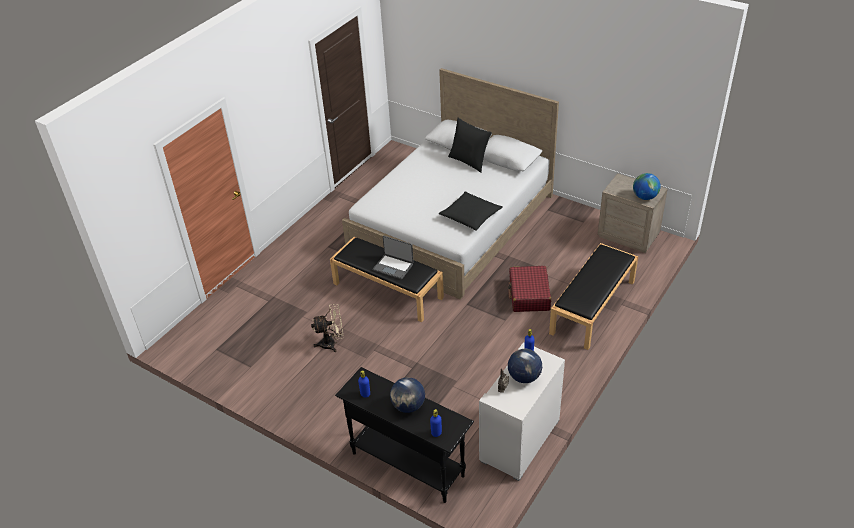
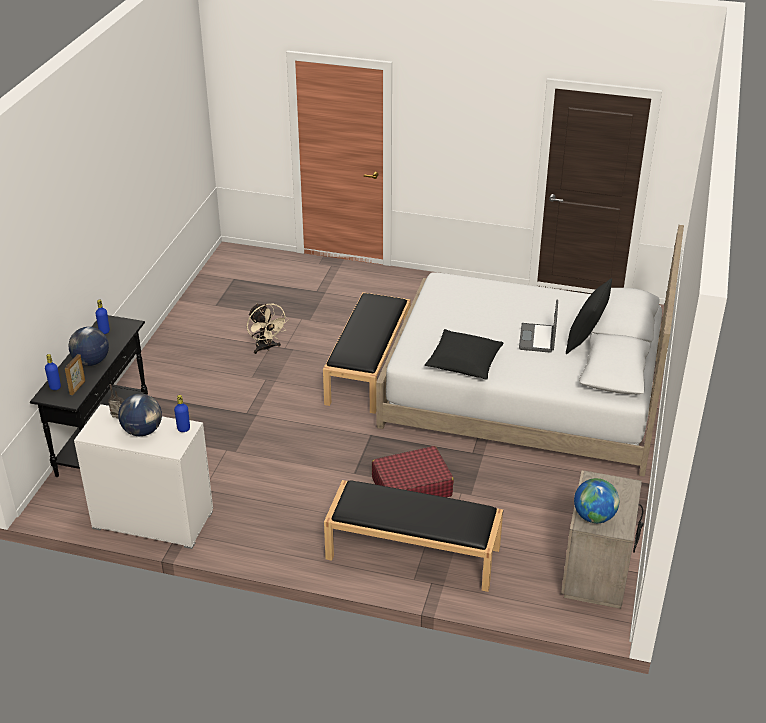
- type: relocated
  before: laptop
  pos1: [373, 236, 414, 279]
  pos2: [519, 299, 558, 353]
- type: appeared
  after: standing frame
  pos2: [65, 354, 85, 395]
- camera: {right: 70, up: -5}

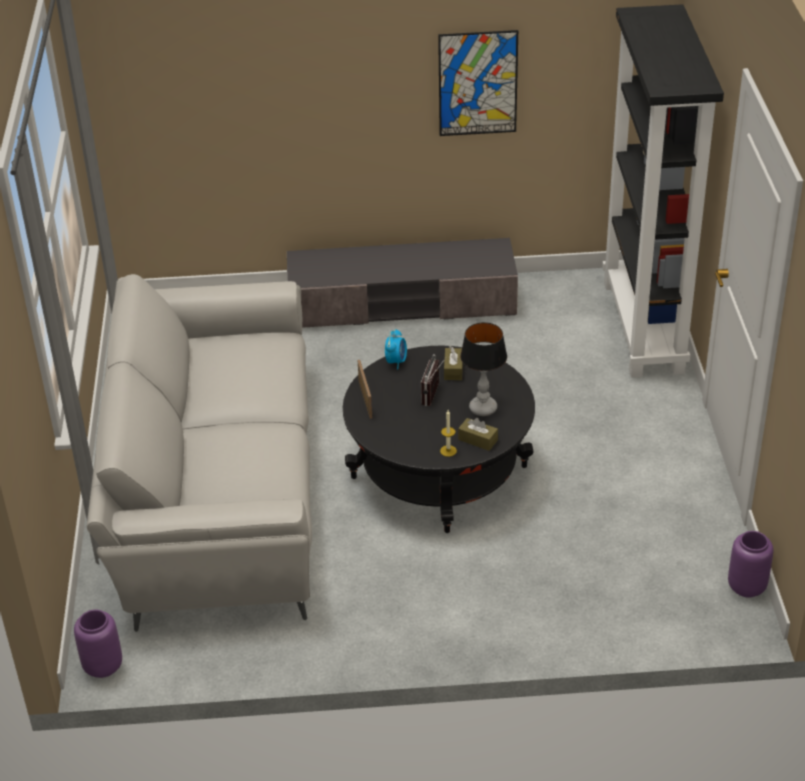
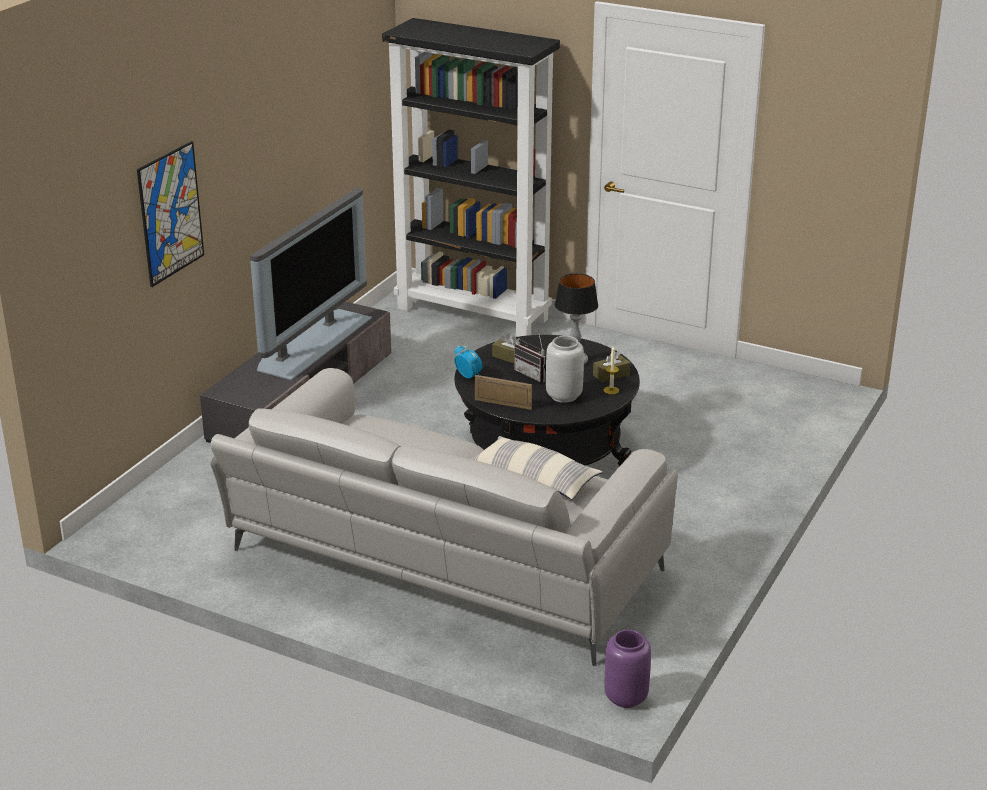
- type: relocated
  before: wall picture
  pos1: [438, 30, 518, 136]
  pos2: [137, 141, 204, 287]
- type: missing
  before: decorative vase in purple-coloured
  pos1: [728, 531, 773, 598]
- type: appeared
  after: television
  pos2: [250, 187, 372, 380]
- type: appeared
  after: decorative vase in grey
  pos2: [546, 336, 584, 403]
- type: appeared
  after: cushion
  pos2: [472, 436, 603, 500]
- camera: {right: -60, up: -10}

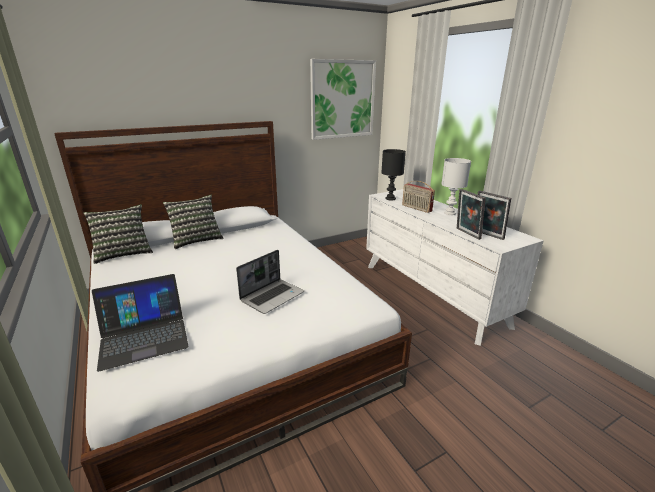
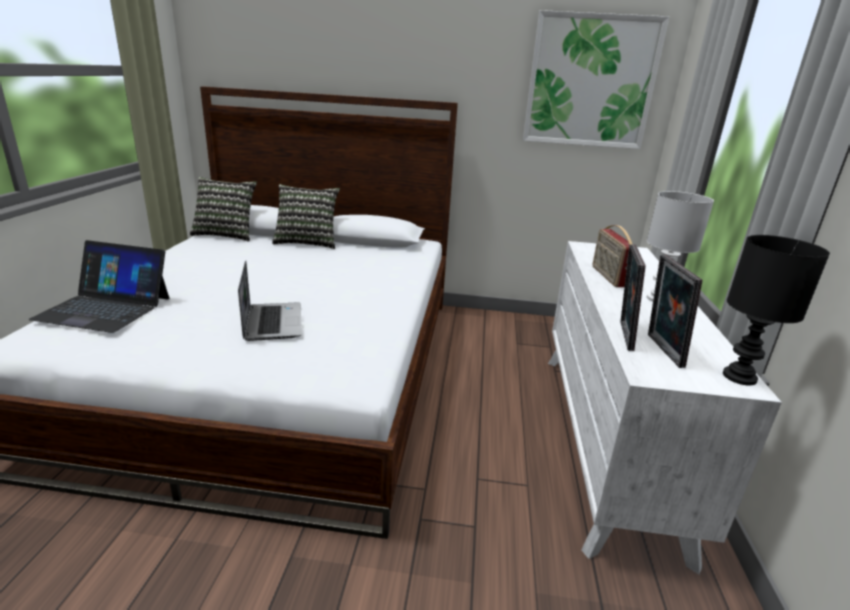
- type: relocated
  before: tabletop lamp in black
  pos1: [381, 149, 406, 201]
  pos2: [723, 235, 830, 386]
- type: spun
  before: laptop
  pos1: [236, 250, 304, 314]
  pos2: [238, 260, 302, 341]
  turn: -90
- camera: {right: 35, up: 0}

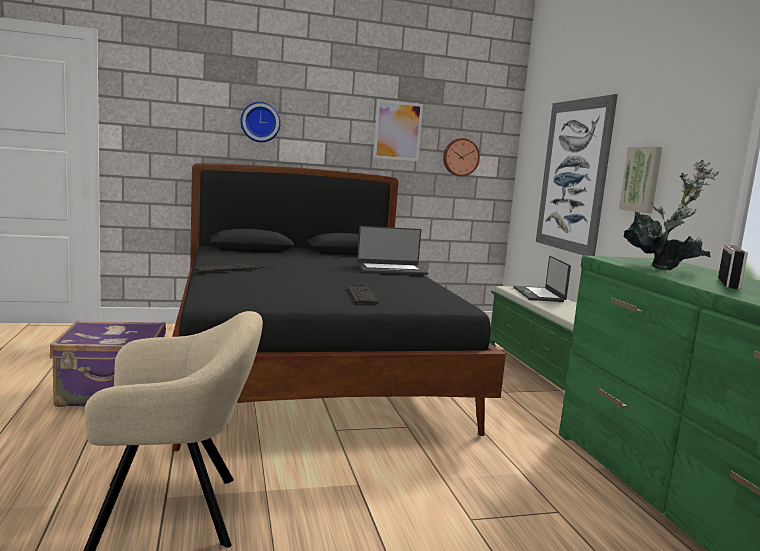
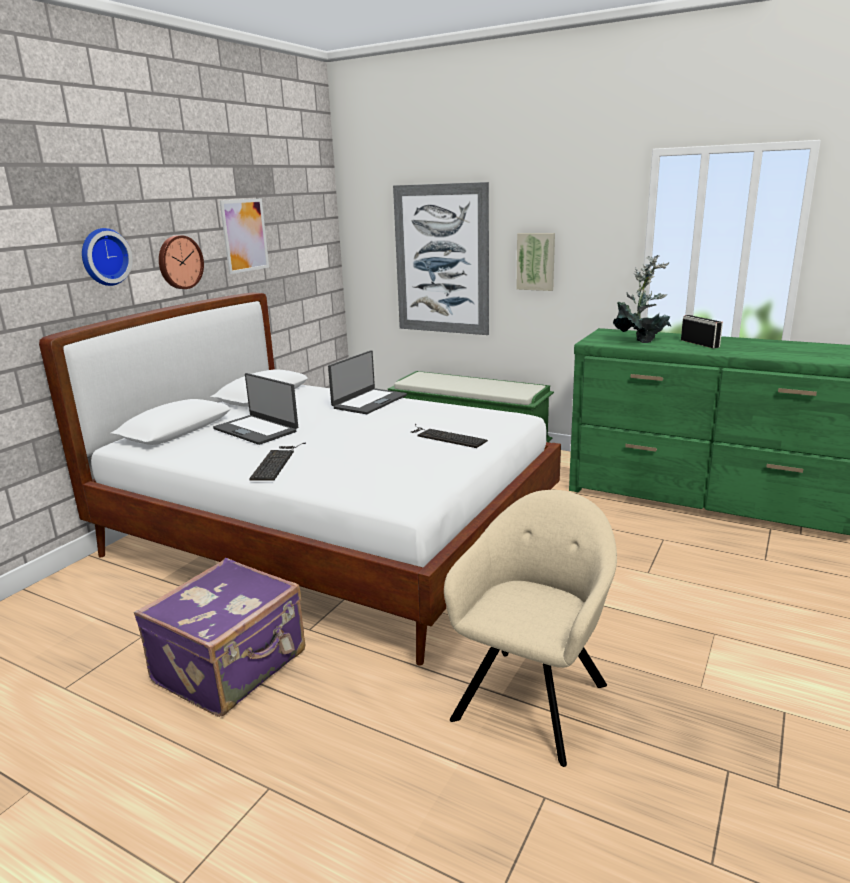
- type: relocated
  before: clock on the wall
  pos1: [443, 138, 480, 176]
  pos2: [159, 235, 204, 289]
- type: colour
  before: sleeping bed in black
  after: sleeping bed in whitish
  pos1: [172, 163, 506, 451]
  pos2: [39, 293, 561, 666]
- type: relocated
  before: laptop
  pos1: [514, 256, 571, 302]
  pos2: [213, 373, 298, 445]
- camera: {right: -45, up: 10}

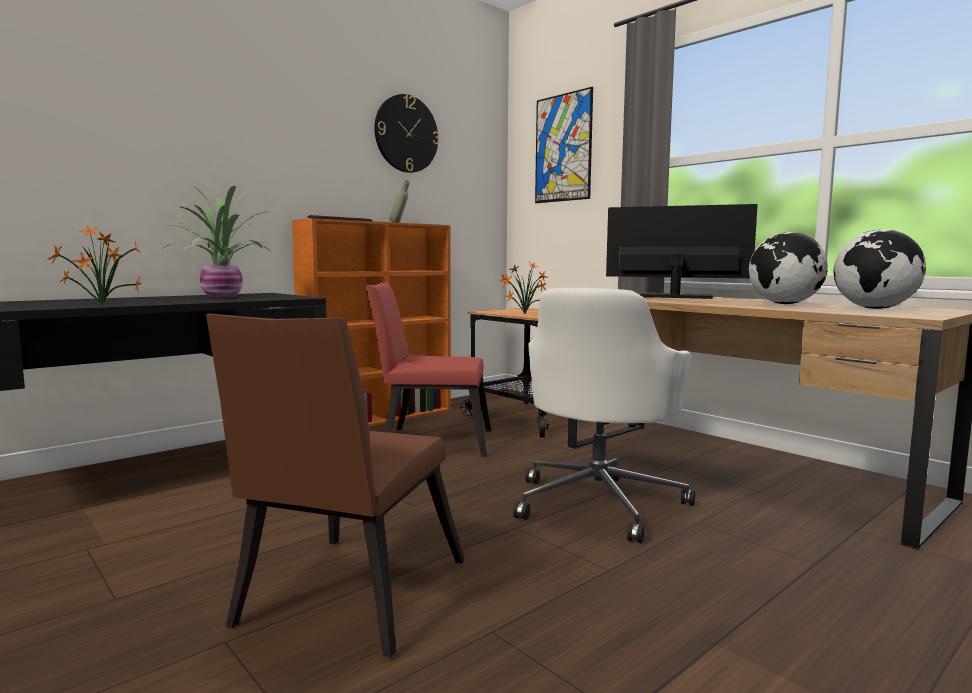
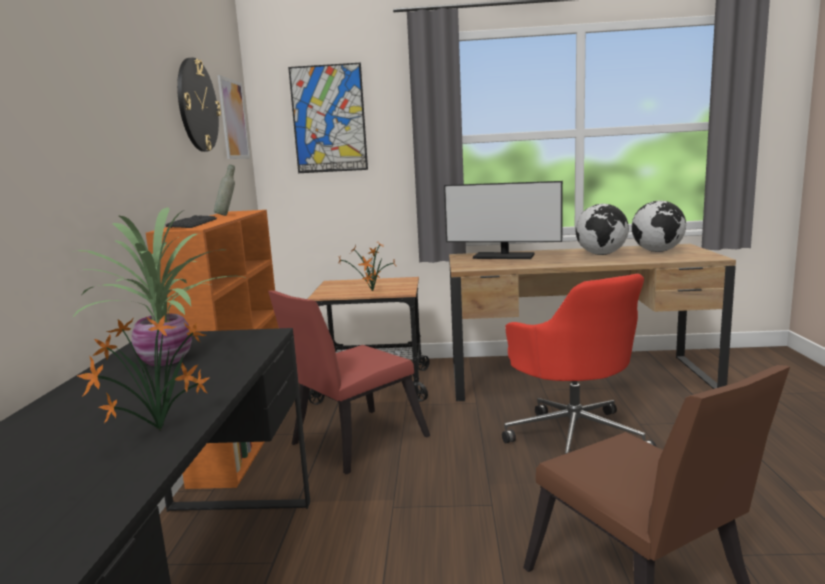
- type: spun
  before: computer display
  pos1: [606, 204, 758, 299]
  pos2: [444, 181, 563, 259]
  turn: -135
- type: colour
  before: computer chair in whitish
  after: computer chair in red
  pos1: [513, 288, 695, 543]
  pos2: [502, 274, 656, 454]
- type: appeared
  after: wall picture
  pos2: [218, 75, 250, 159]
- camera: {right: -45, up: 5}

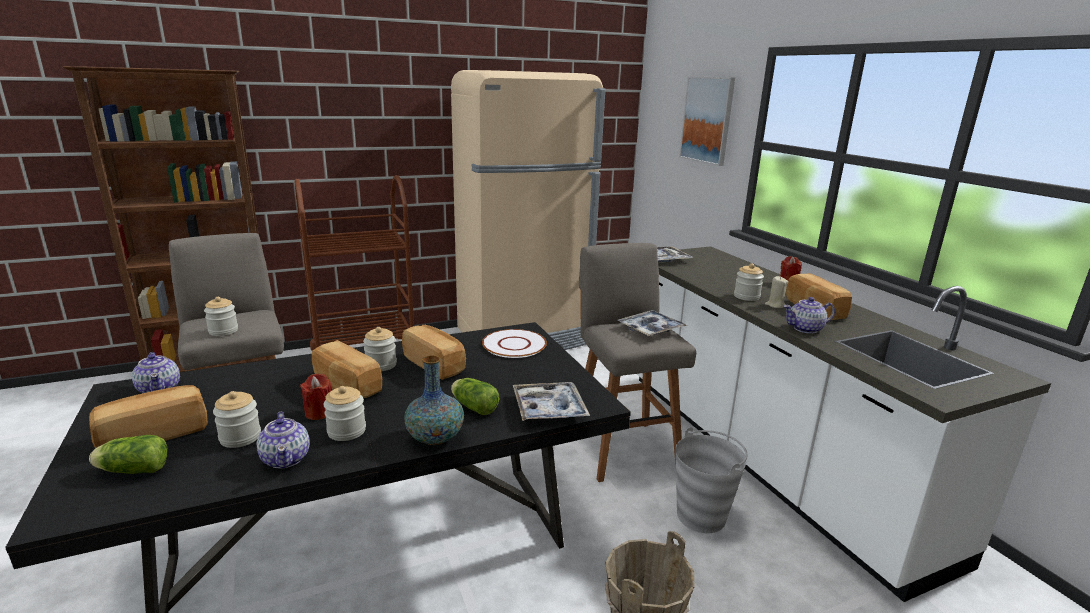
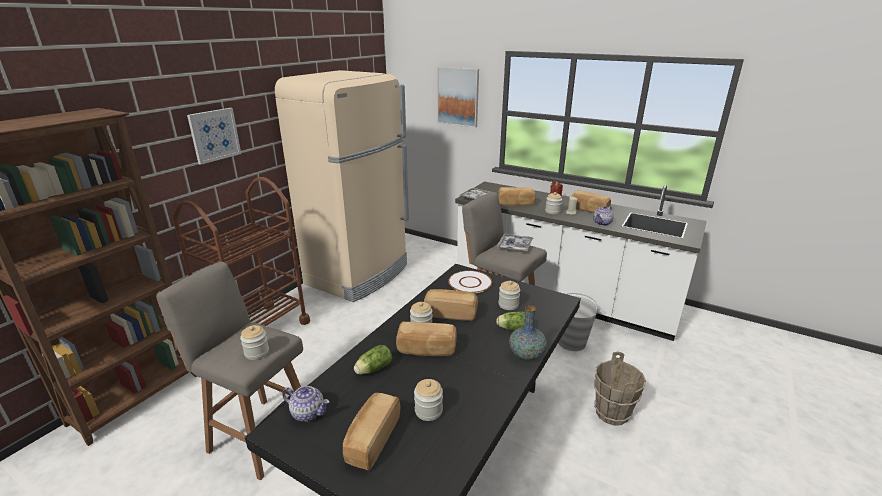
- type: missing
  before: candle in red
  pos1: [300, 373, 332, 420]
- type: missing
  before: tray
  pos1: [513, 382, 590, 421]
- type: relocated
  before: jar
  pos1: [323, 386, 366, 441]
  pos2: [498, 281, 520, 310]
- type: missing
  before: teapot
  pos1: [257, 412, 310, 469]
- type: relocated
  before: lettuce head
  pos1: [89, 435, 168, 474]
  pos2: [354, 345, 392, 375]
- type: appeared
  after: wall picture
  pos2: [187, 108, 241, 165]
- type: appeared
  after: bakery bread
  pos2: [498, 187, 536, 206]
- camera: {right: -35, up: 5}

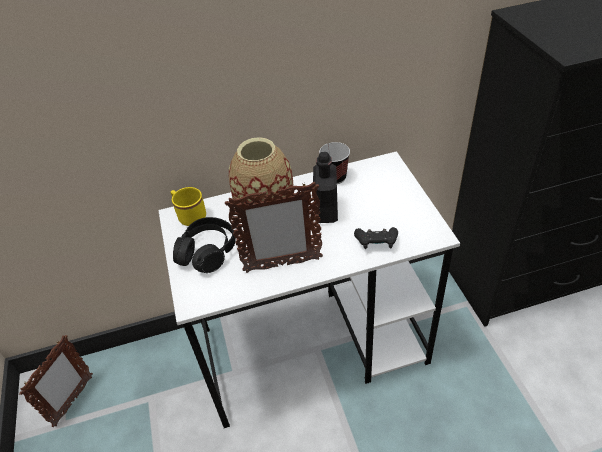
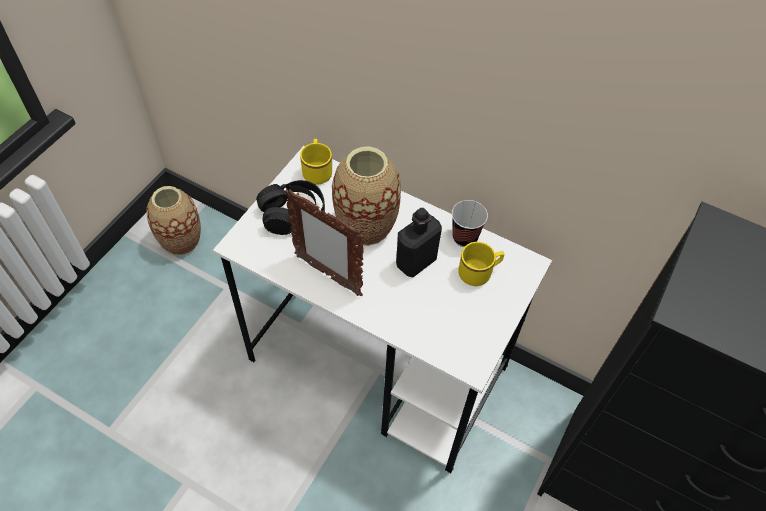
- type: missing
  before: joypad in black
  pos1: [354, 227, 398, 249]
- type: exchanged
  before: standing frame
  after: decorative vase
  pos1: [19, 335, 93, 427]
  pos2: [146, 186, 201, 255]
- type: appeared
  after: coffee mug in yellow
  pos2: [458, 242, 504, 286]
- camera: {right: 40, up: 10}

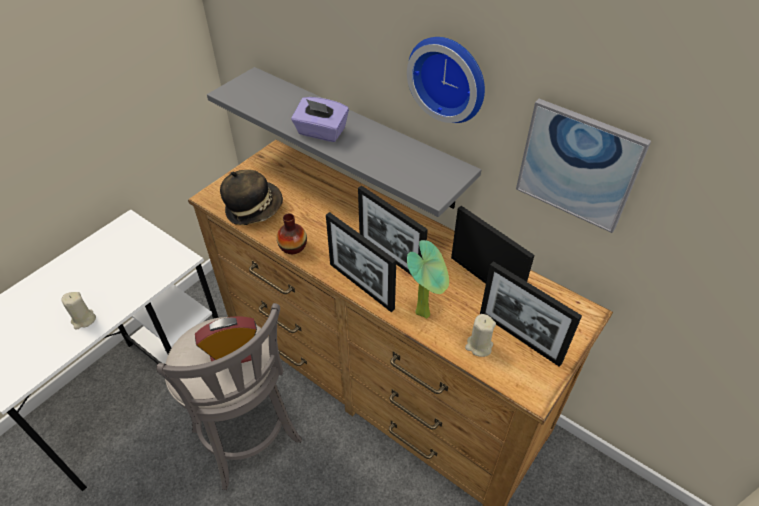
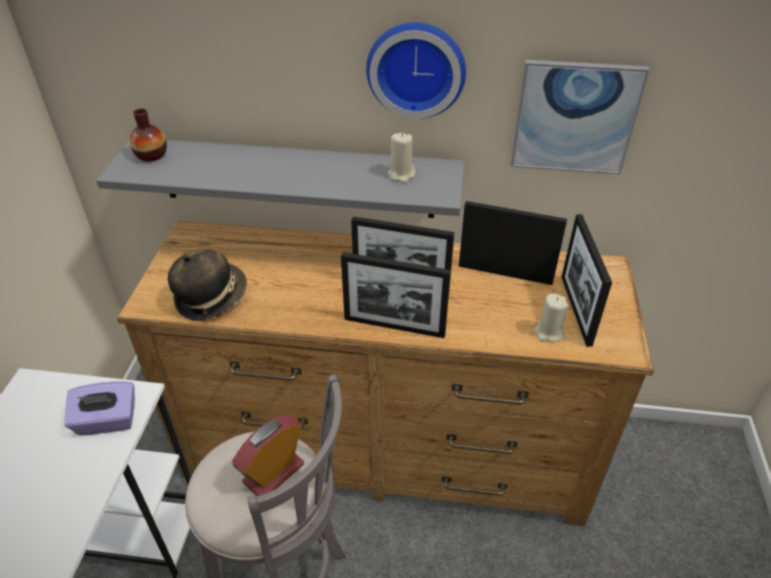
- type: relocated
  before: box of tissues in purple-coloured
  pos1: [291, 97, 349, 142]
  pos2: [64, 381, 135, 436]
- type: relocated
  before: decorative vase
  pos1: [277, 213, 307, 254]
  pos2: [130, 109, 167, 162]
- type: missing
  before: plant in a pot
  pos1: [407, 240, 449, 319]
- type: spun
  before: standing frame
  pos1: [480, 261, 582, 367]
  pos2: [561, 214, 612, 347]
  turn: 75
- type: relocated
  before: candle in beige
  pos1: [62, 292, 96, 330]
  pos2: [388, 133, 415, 183]
- camera: {right: -30, up: -5}

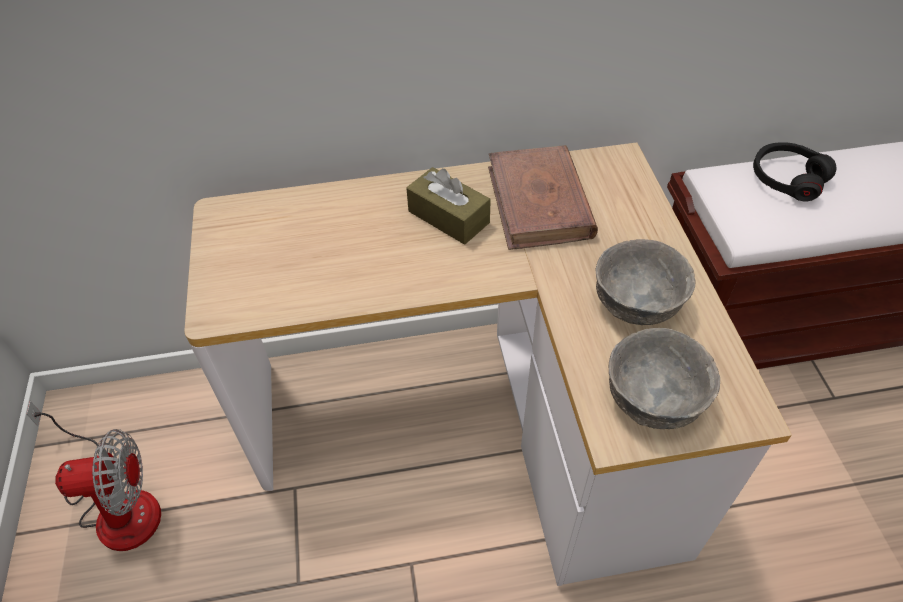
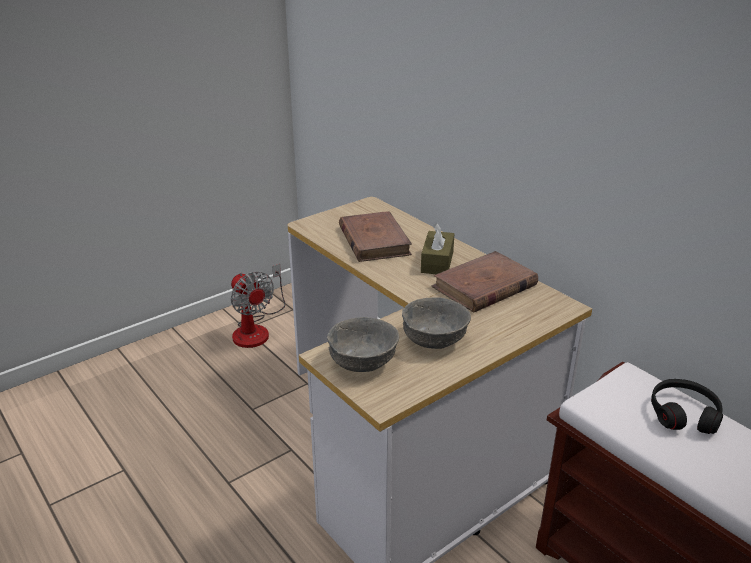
- type: appeared
  after: bound book in brown
  pos2: [339, 211, 412, 262]
- camera: {right: 60, up: -20}

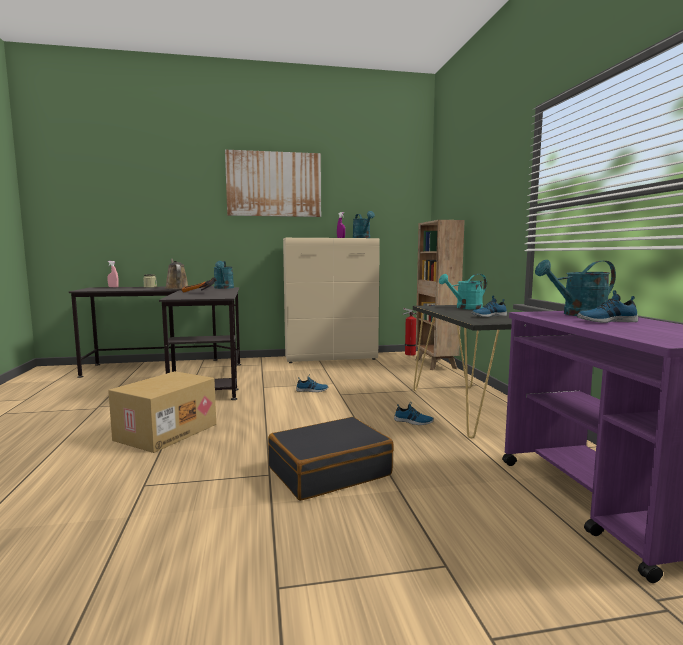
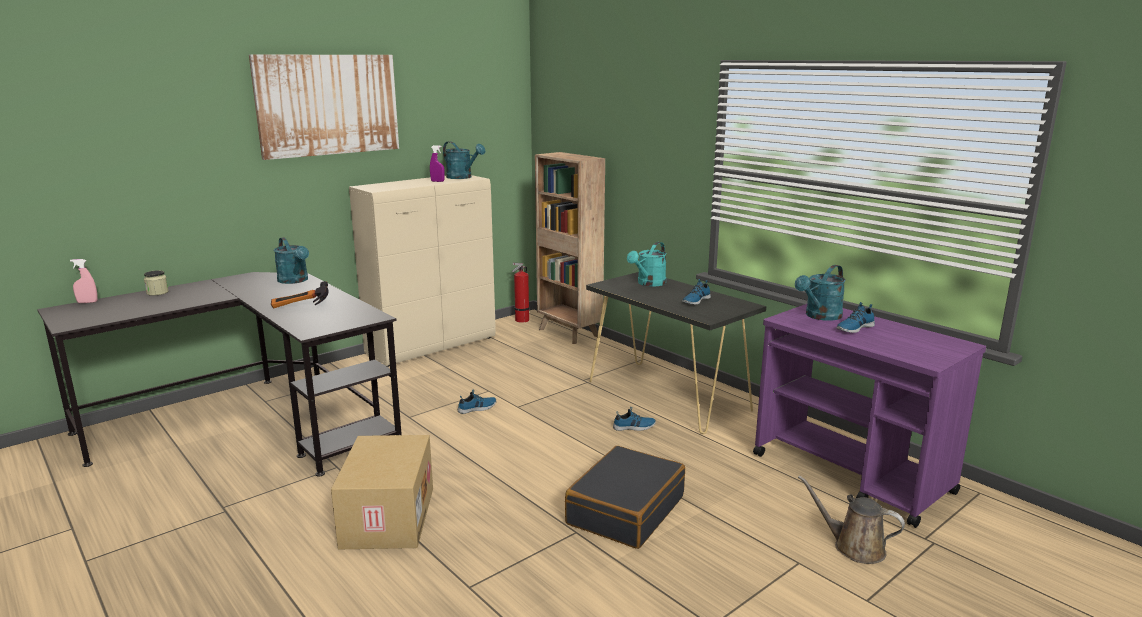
- type: relocated
  before: sprinkling can in brown
  pos1: [165, 259, 188, 289]
  pos2: [798, 475, 905, 564]
- camera: {right: -30, up: 10}

